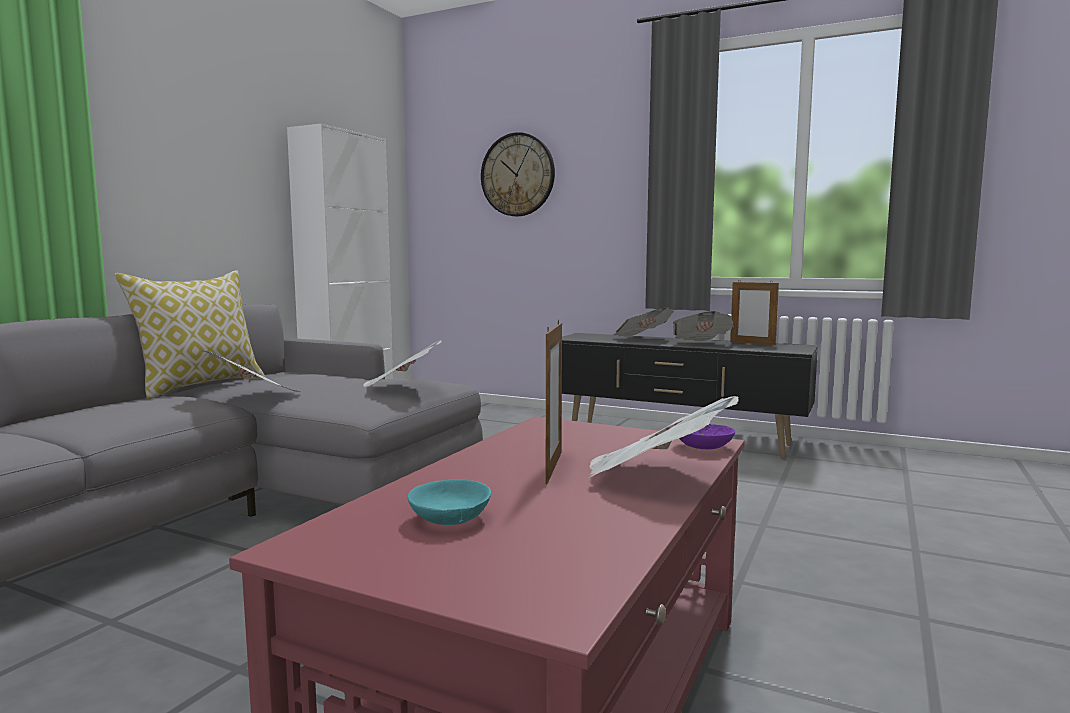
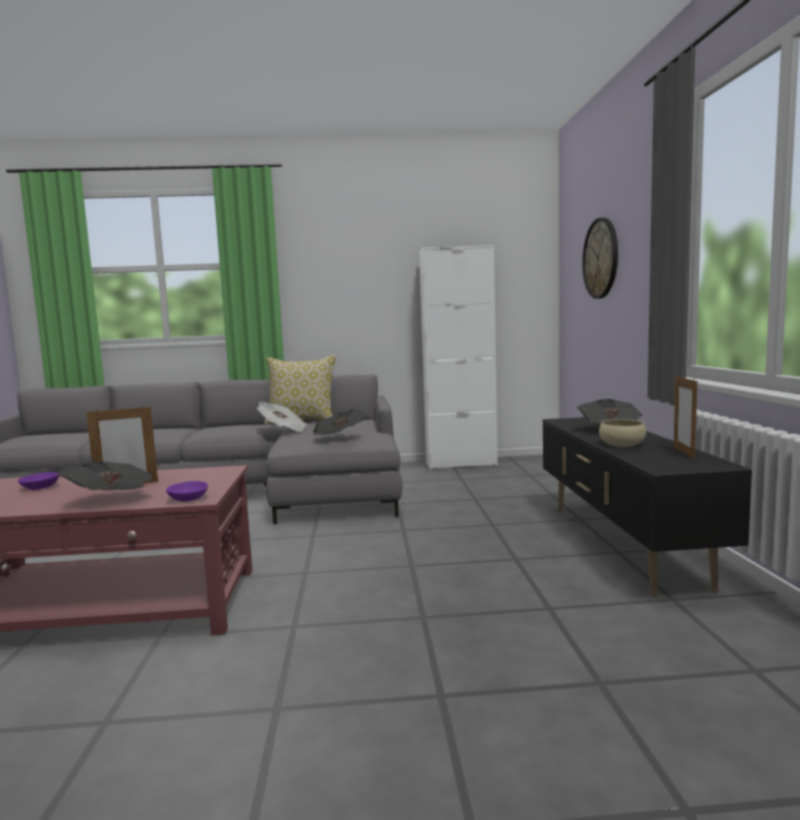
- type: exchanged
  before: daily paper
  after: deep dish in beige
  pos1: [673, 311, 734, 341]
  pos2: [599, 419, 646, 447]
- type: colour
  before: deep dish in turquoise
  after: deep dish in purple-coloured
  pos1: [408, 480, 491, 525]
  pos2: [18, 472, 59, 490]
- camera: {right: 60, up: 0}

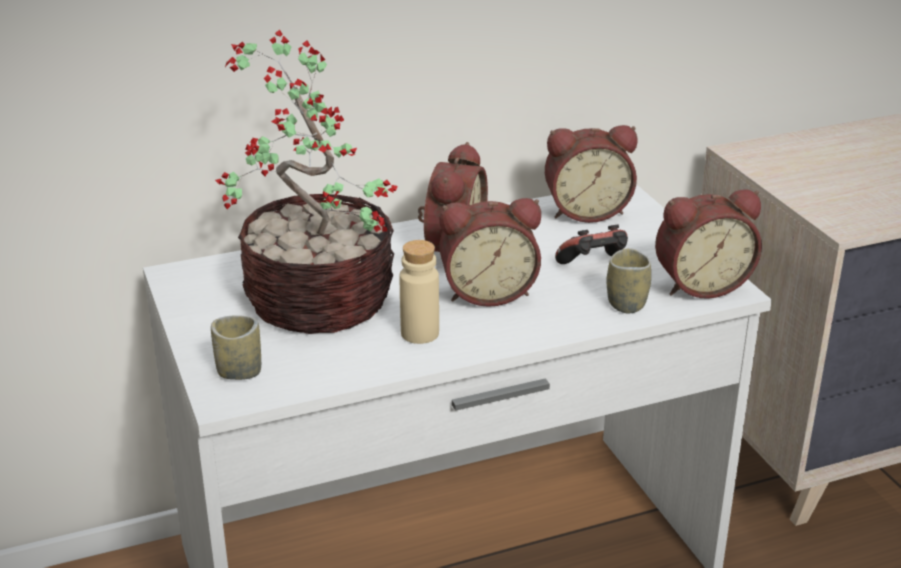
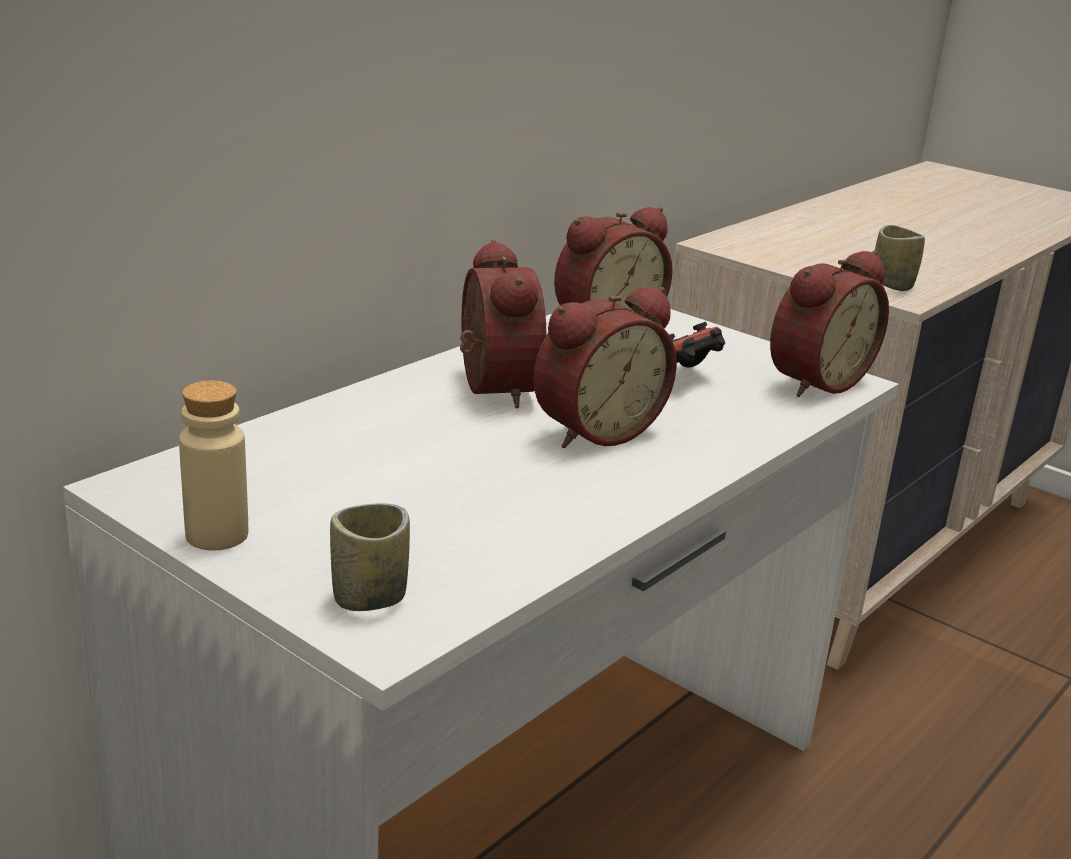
- type: missing
  before: plant in a pot
  pos1: [215, 30, 398, 334]
- type: relocated
  before: beverage bottle in beige
  pos1: [399, 240, 439, 344]
  pos2: [179, 380, 248, 551]
- type: relocated
  before: cup
  pos1: [607, 248, 651, 314]
  pos2: [875, 225, 925, 291]
- camera: {right: -30, up: -5}

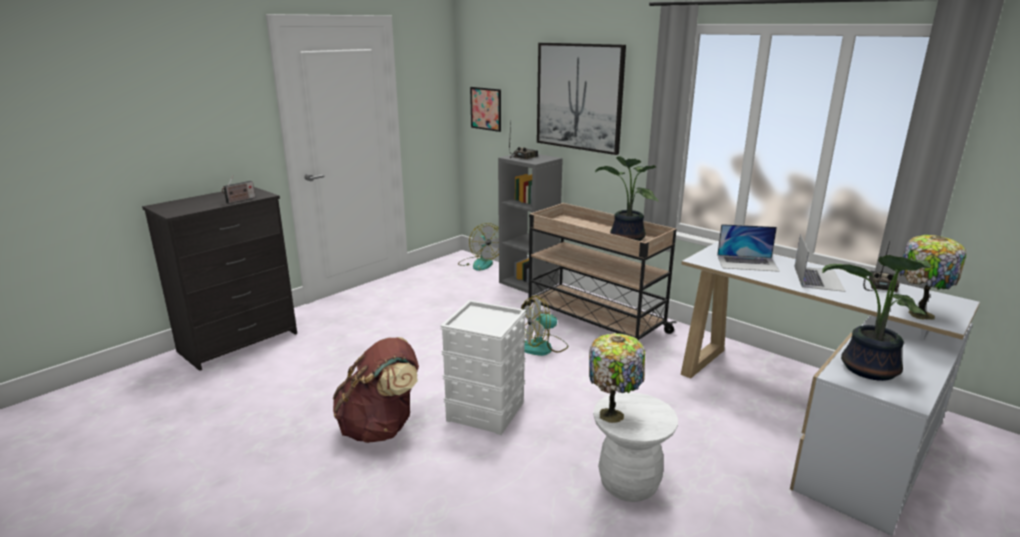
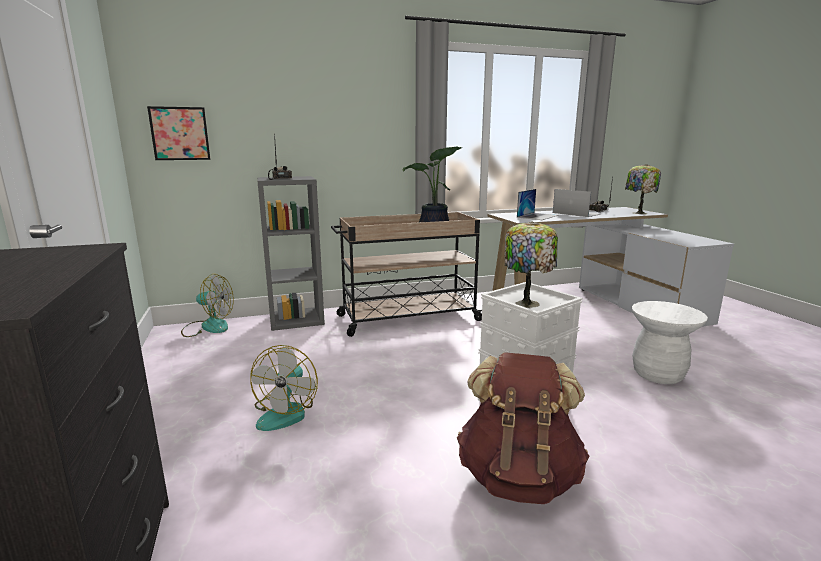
- type: missing
  before: wall picture
  pos1: [537, 43, 626, 155]
- type: missing
  before: radio receiver
  pos1: [222, 175, 255, 203]
- type: missing
  before: plant in a pot
  pos1: [822, 255, 931, 381]
- type: relocated
  before: electric fan
  pos1: [521, 295, 568, 356]
  pos2: [250, 345, 318, 431]
- type: relocated
  before: tabletop lamp
  pos1: [589, 333, 645, 423]
  pos2: [505, 221, 558, 308]
- camera: {right: -60, up: -5}

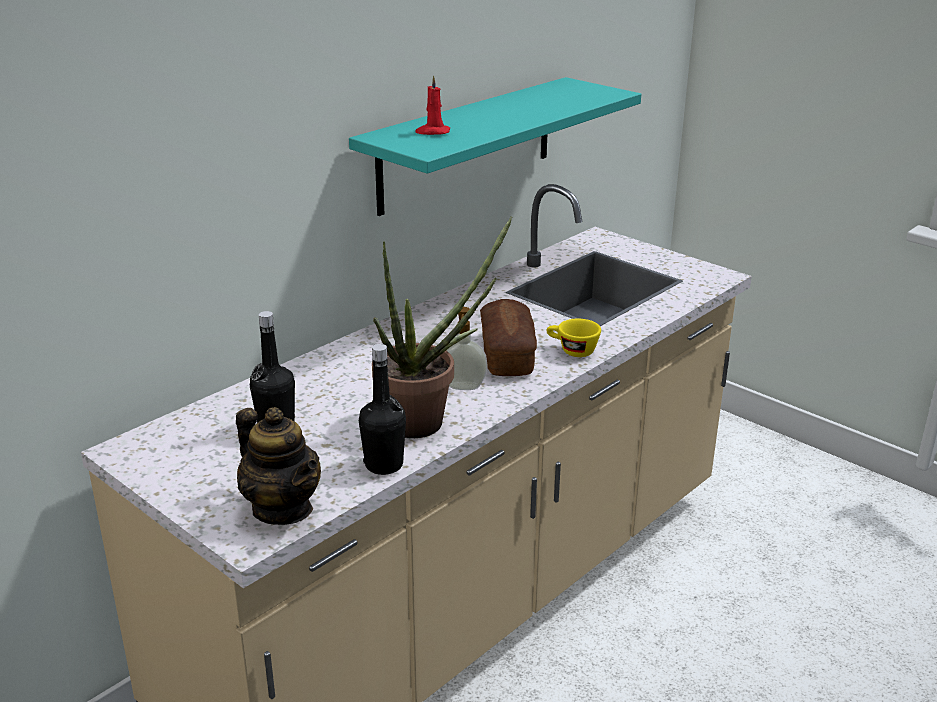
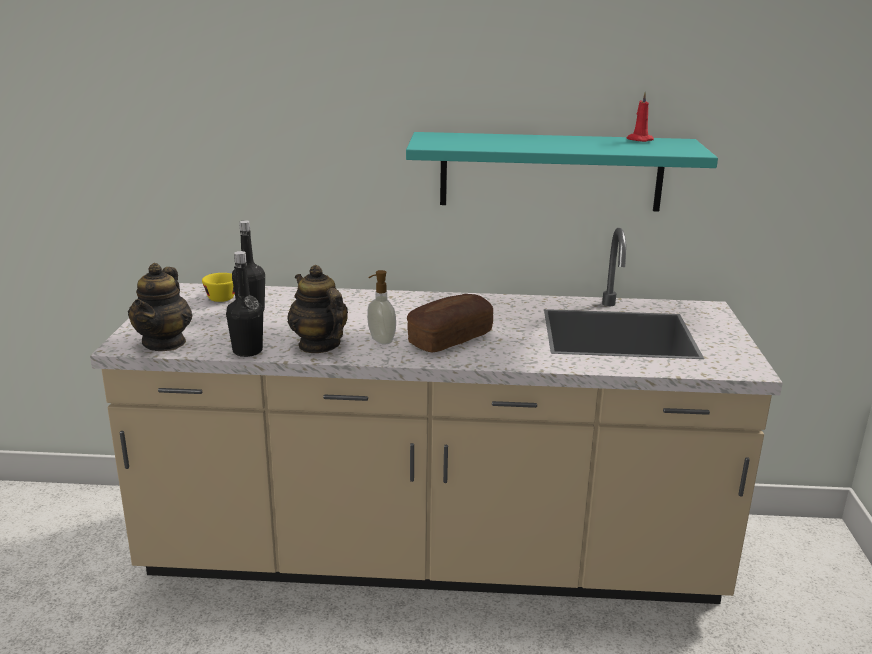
- type: relocated
  before: candle in red
  pos1: [415, 75, 450, 135]
  pos2: [627, 92, 654, 142]
- type: exchanged
  before: plant in a pot
  after: teapot
  pos1: [372, 217, 512, 438]
  pos2: [287, 265, 348, 353]
- type: relocated
  before: cup in yellow
  pos1: [547, 319, 601, 357]
  pos2: [202, 273, 235, 302]
- camera: {right: 50, up: -5}

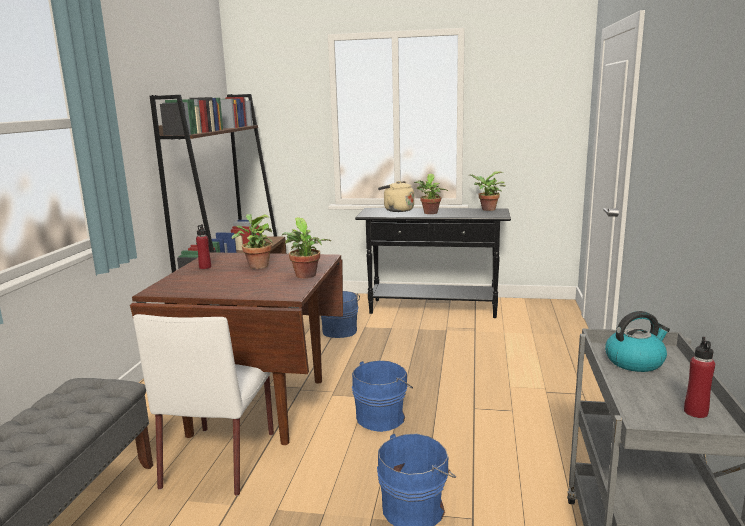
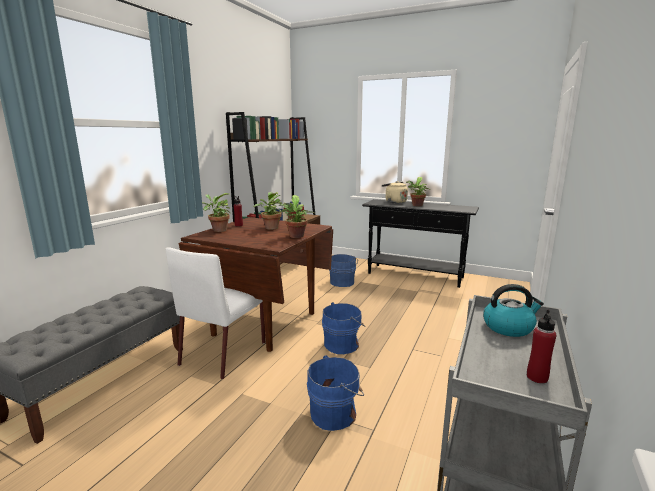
- type: relocated
  before: plant in a pot
  pos1: [471, 171, 506, 211]
  pos2: [202, 193, 231, 232]
- camera: {right: 15, up: 0}

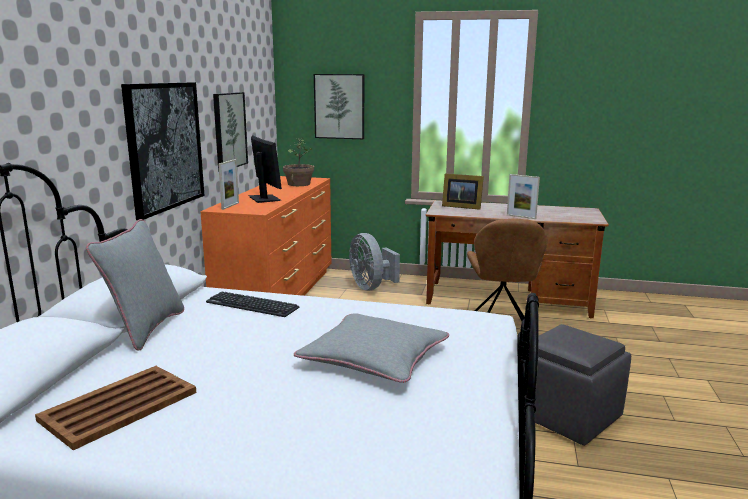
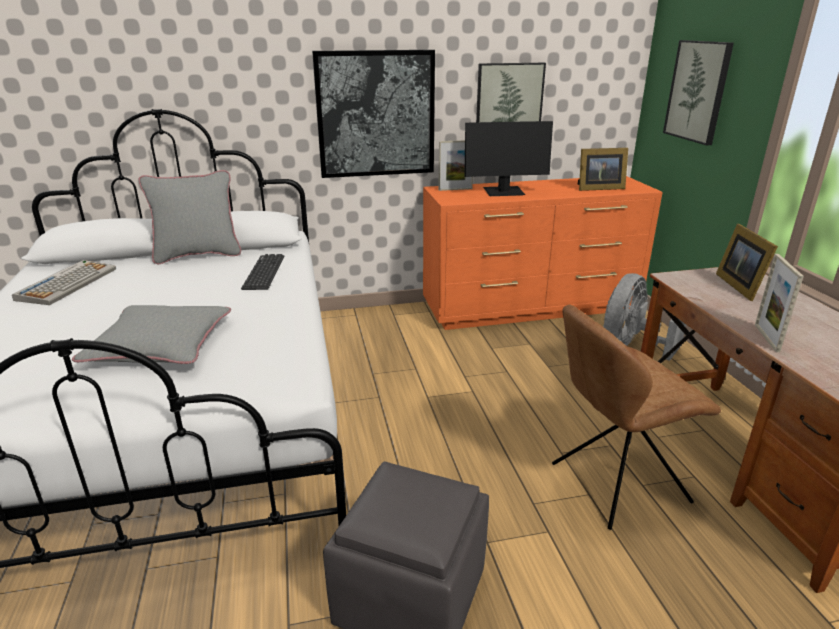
- type: spun
  before: computer display
  pos1: [248, 135, 282, 203]
  pos2: [464, 121, 553, 196]
  turn: 45
- type: exchanged
  before: plant in a pot
  after: standing frame
  pos1: [283, 138, 314, 186]
  pos2: [578, 148, 628, 191]
- type: exchanged
  before: tray in brown
  after: PC keyboard
  pos1: [35, 366, 196, 450]
  pos2: [12, 260, 116, 305]
- camera: {right: 65, up: 10}

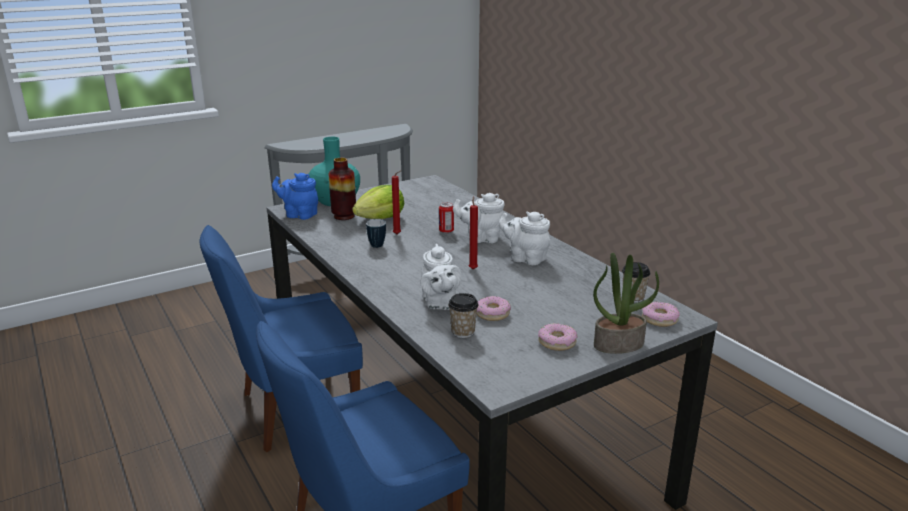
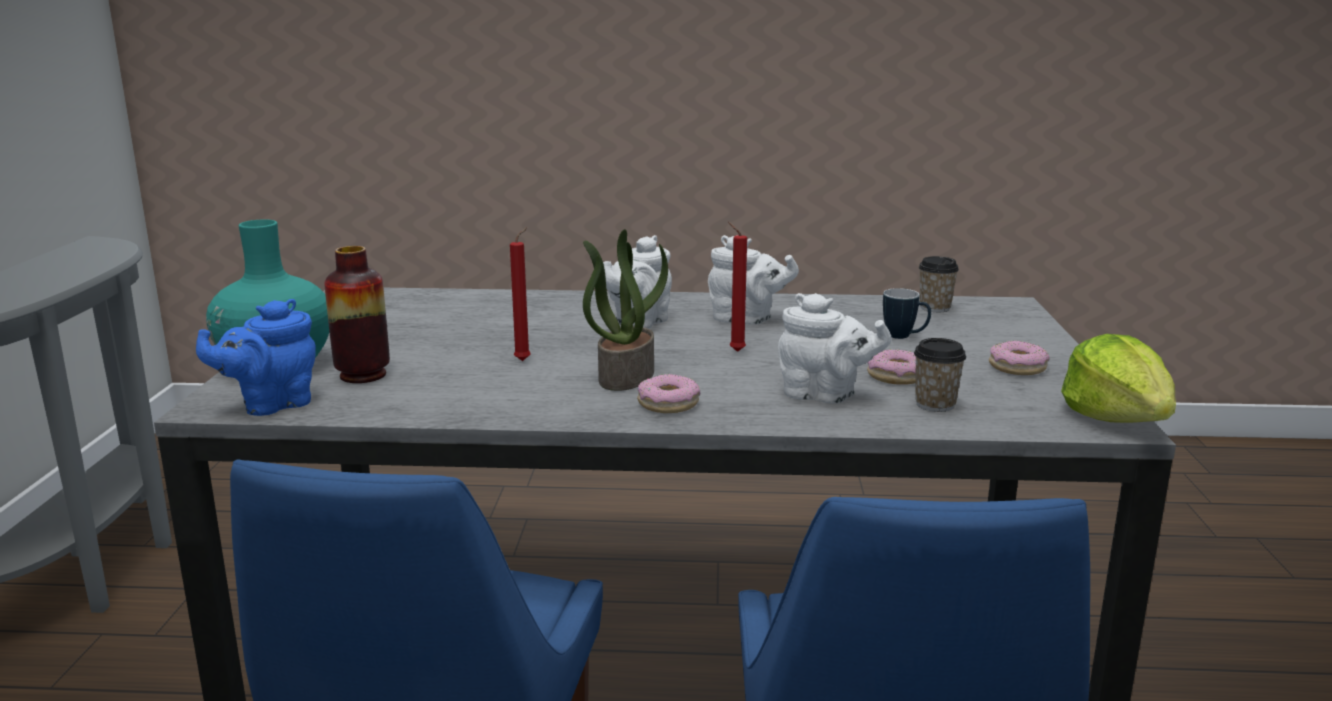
- type: relocated
  before: lettuce head
  pos1: [352, 185, 404, 219]
  pos2: [1061, 334, 1176, 423]
- type: missing
  before: sealed can
  pos1: [439, 202, 454, 233]
- type: spun
  before: teapot in whitish
  pos1: [499, 211, 551, 265]
  pos2: [708, 235, 799, 325]
  turn: -135
- type: relocated
  before: coffee mug
  pos1: [366, 219, 386, 248]
  pos2: [883, 288, 931, 339]
- type: relocated
  before: plant in a pot
  pos1: [593, 253, 659, 354]
  pos2: [583, 229, 668, 391]
- type: relocated
  before: doughnut
  pos1: [642, 302, 680, 327]
  pos2: [637, 374, 700, 413]
- camera: {right: -55, up: -5}

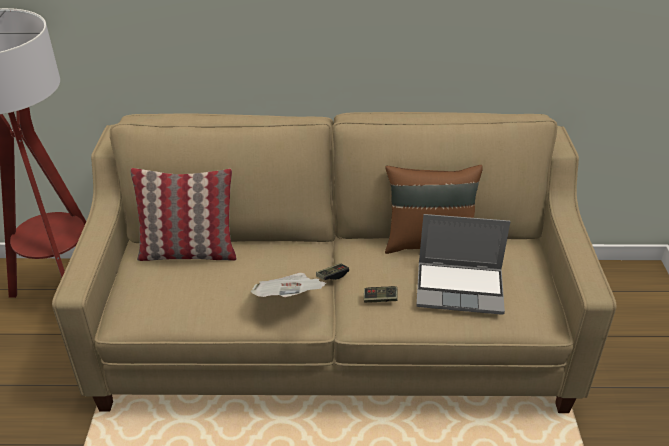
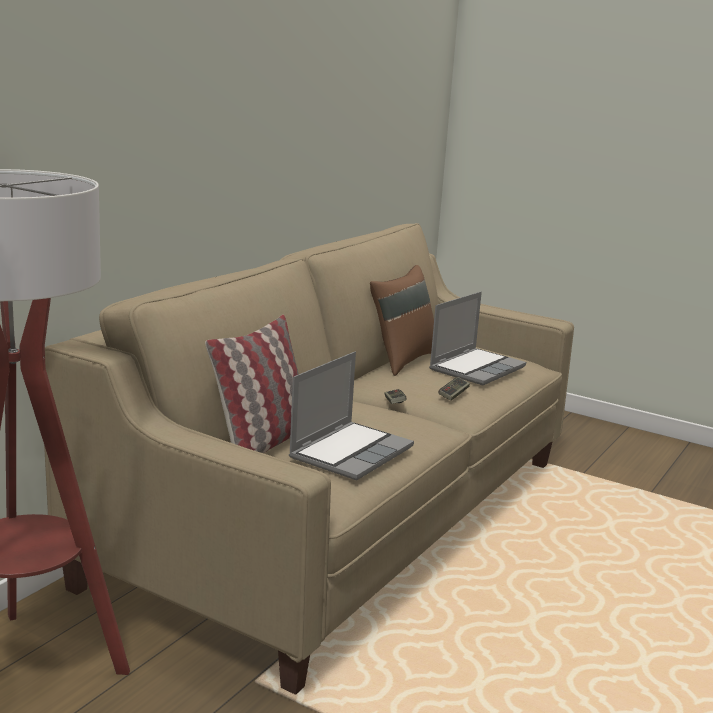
- type: missing
  before: daily paper
  pos1: [251, 273, 326, 297]
- type: appeared
  after: laptop
  pos2: [289, 352, 414, 481]
- camera: {right: -60, up: -20}

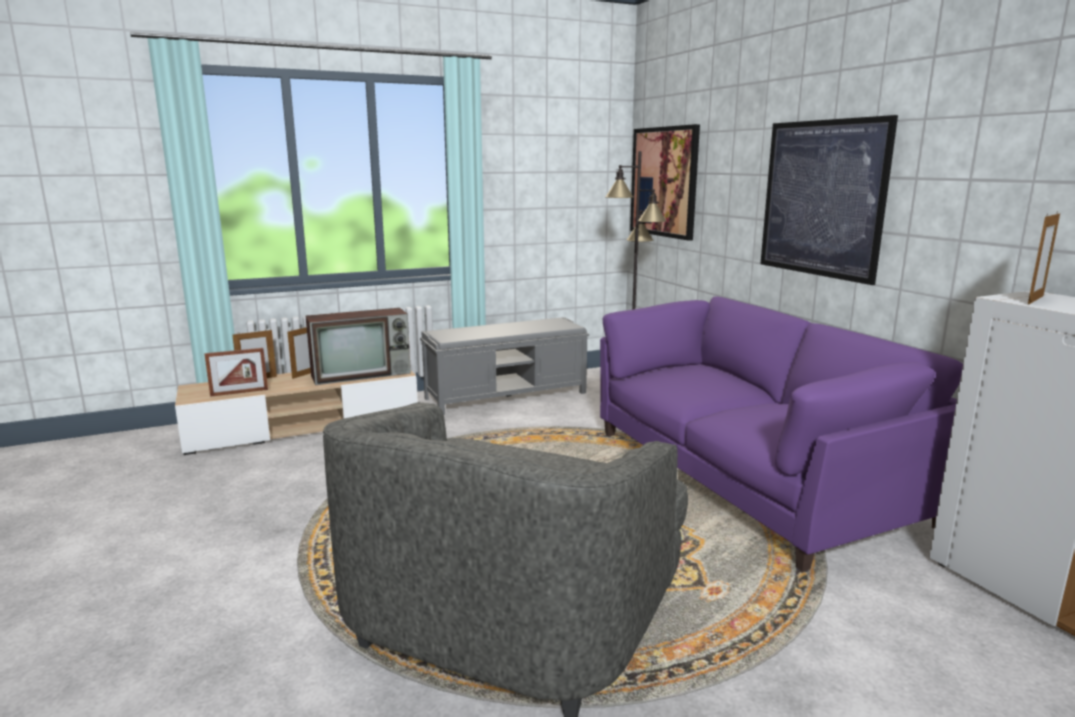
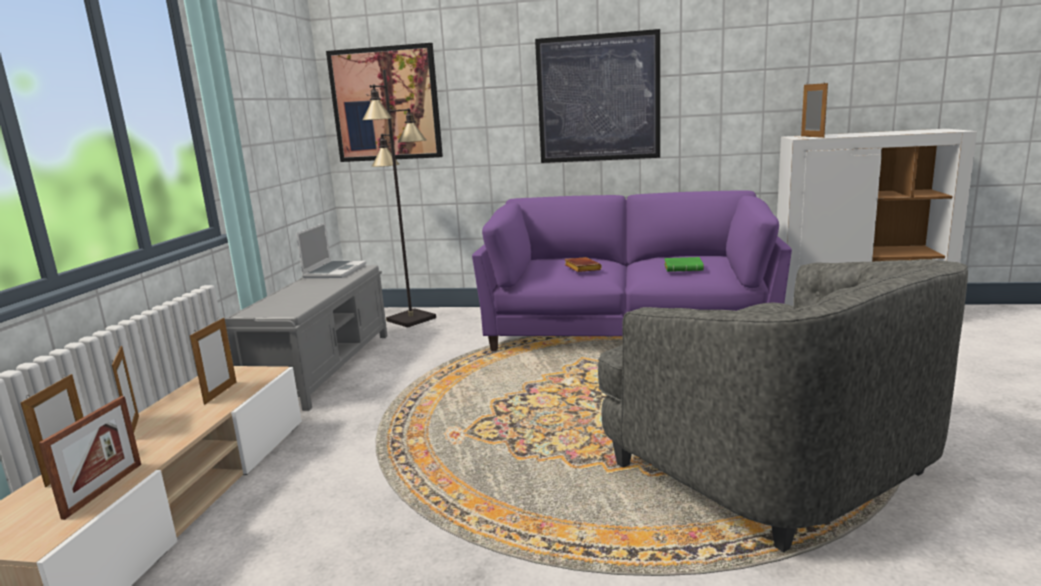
- type: exchanged
  before: television
  after: standing frame
  pos1: [306, 308, 411, 385]
  pos2: [190, 318, 236, 405]
- type: appeared
  after: laptop
  pos2: [296, 223, 367, 278]
- type: appeared
  after: bound book in brown
  pos2: [564, 257, 602, 272]
- type: appeared
  after: bound book in greenish
  pos2: [664, 257, 704, 272]
- camera: {right: -55, up: 0}

